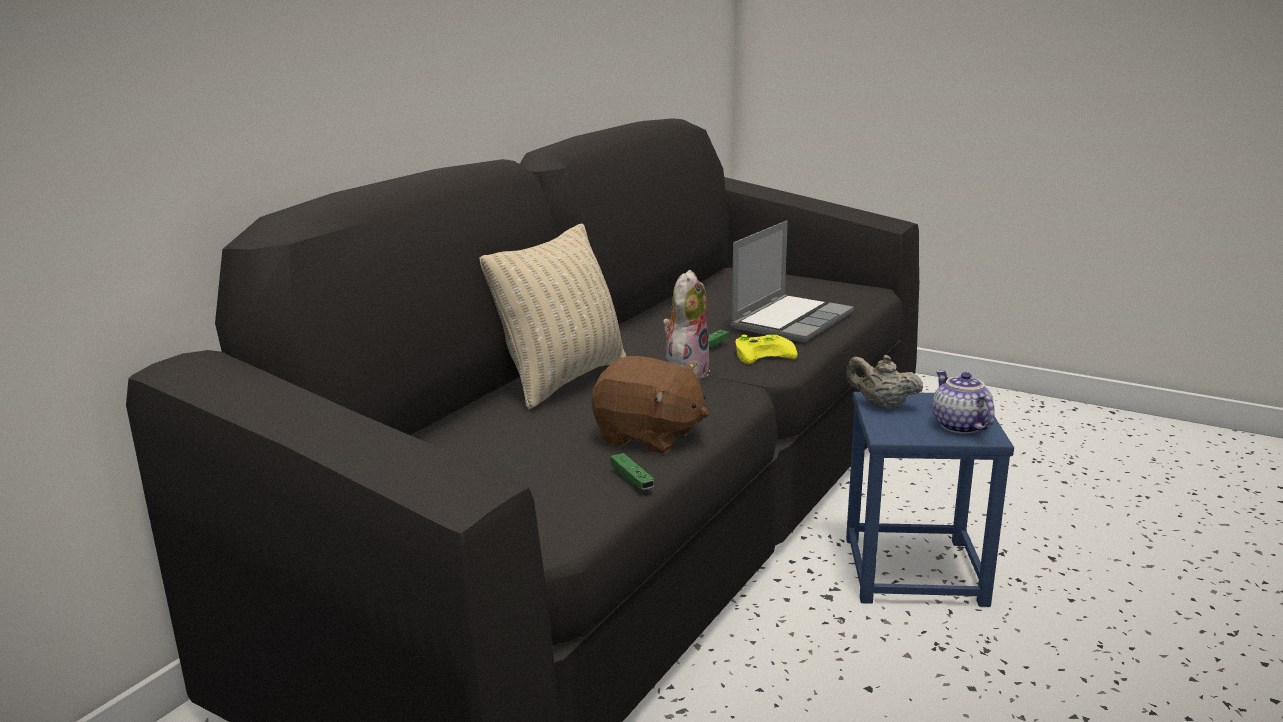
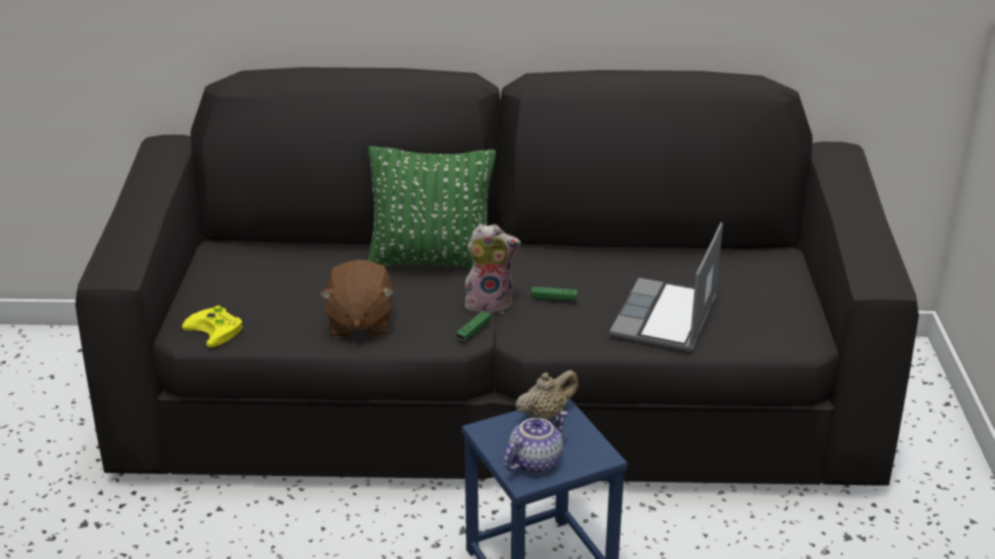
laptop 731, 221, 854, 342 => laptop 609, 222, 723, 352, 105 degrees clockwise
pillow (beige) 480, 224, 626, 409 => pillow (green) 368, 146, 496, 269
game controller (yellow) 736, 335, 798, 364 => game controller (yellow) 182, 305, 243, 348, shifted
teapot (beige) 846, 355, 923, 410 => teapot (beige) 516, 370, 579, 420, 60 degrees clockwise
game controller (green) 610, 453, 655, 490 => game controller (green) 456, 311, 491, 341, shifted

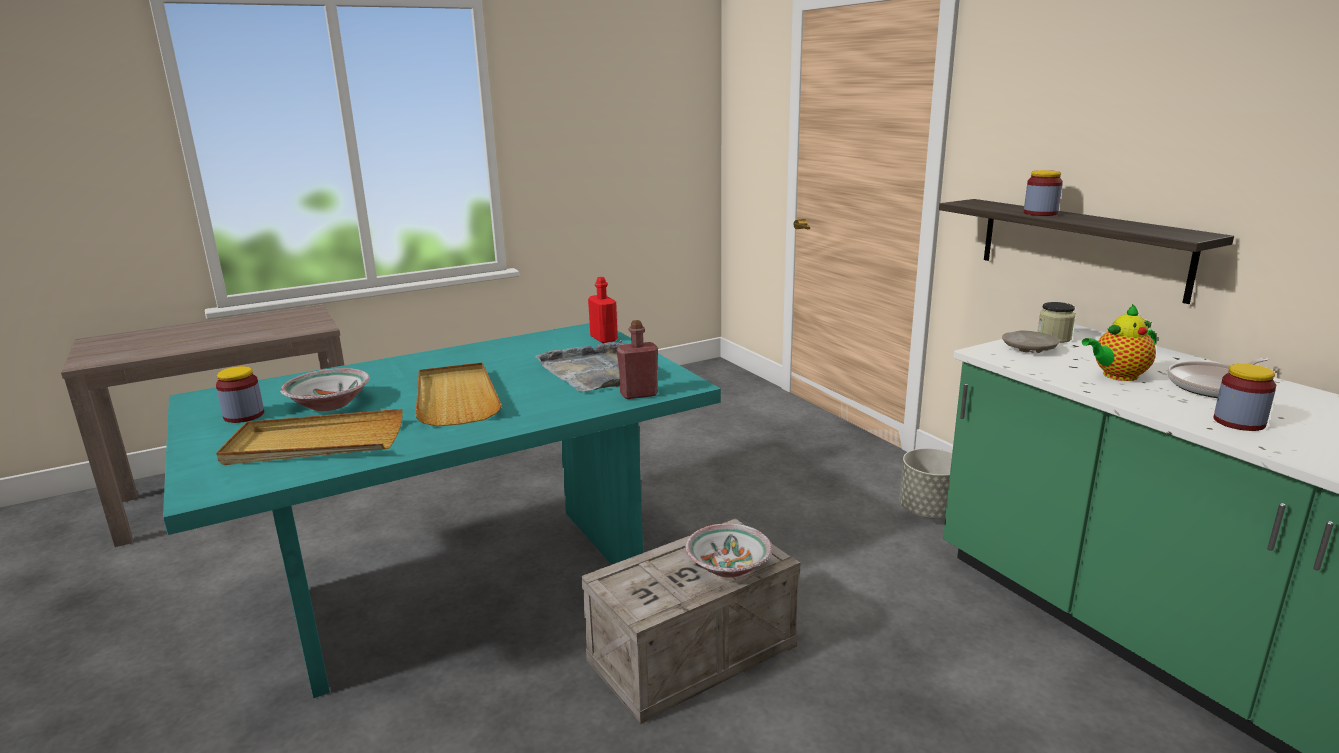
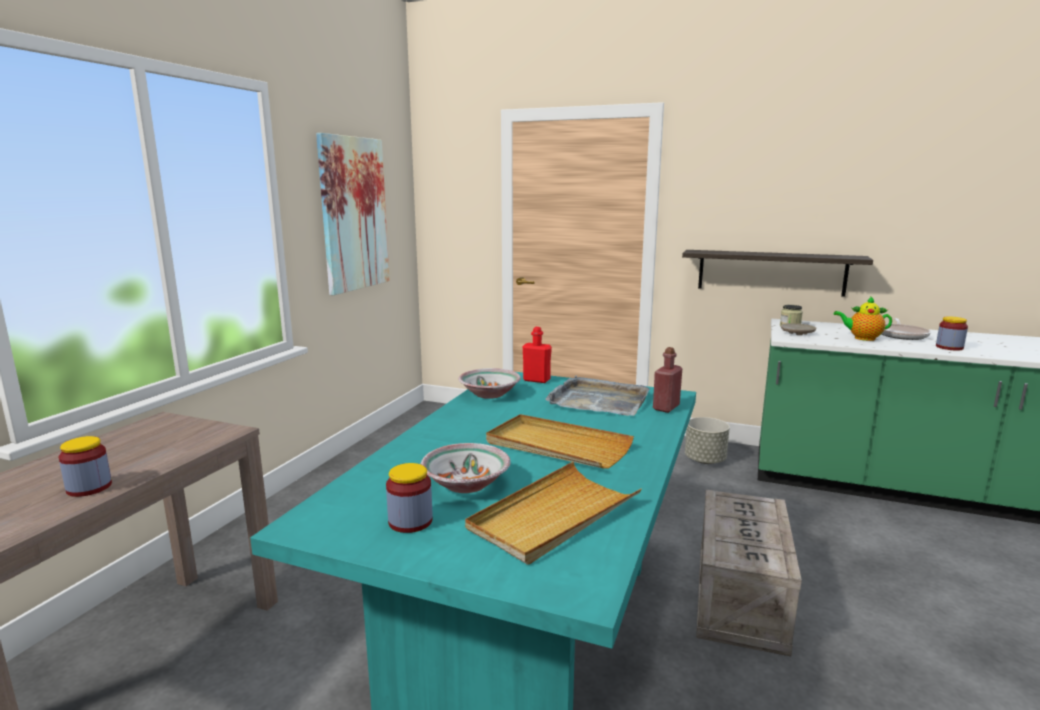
jar 1024, 170, 1063, 216 => jar 58, 436, 112, 497, shifted
teapot 1082, 304, 1156, 381 => teapot 833, 296, 892, 341, 75 degrees clockwise
bowl 685, 523, 772, 578 => bowl 458, 368, 521, 399, shifted
nothing => picture 316, 133, 390, 295

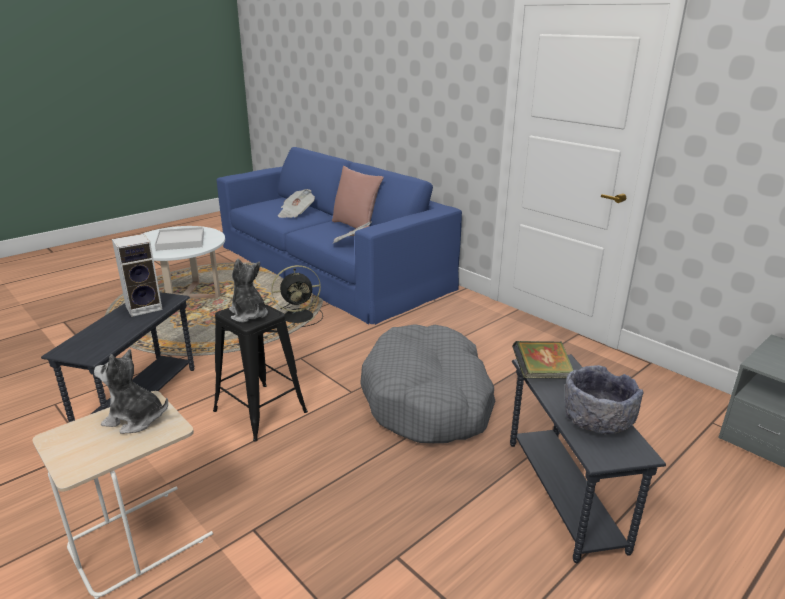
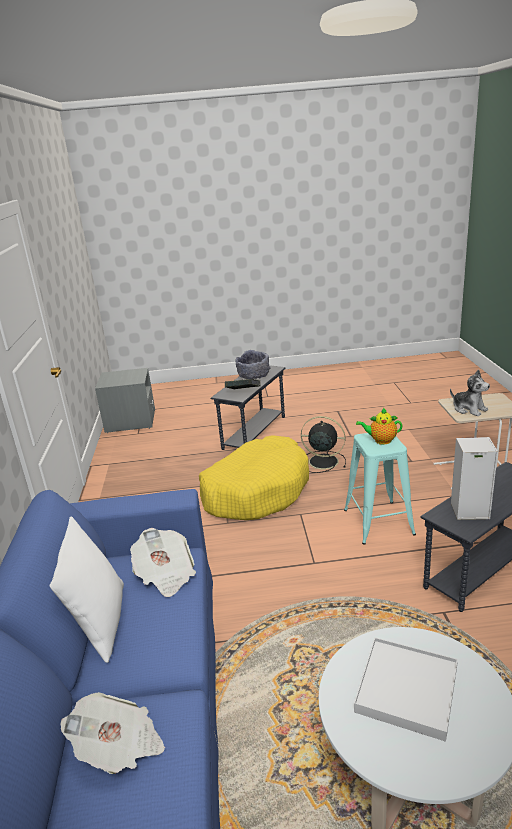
pillow (pink) 332, 166, 383, 228 => pillow (white) 50, 516, 124, 663
plush toy 229, 258, 268, 322 => teapot 356, 408, 403, 444
fan (black) 271, 265, 323, 327 => fan (black) 301, 416, 346, 473, shifted
stool (black) 213, 304, 308, 442 => stool (turquoise) 344, 433, 416, 545
dog bed (grey) 360, 325, 495, 443 => dog bed (yellow) 199, 435, 309, 520

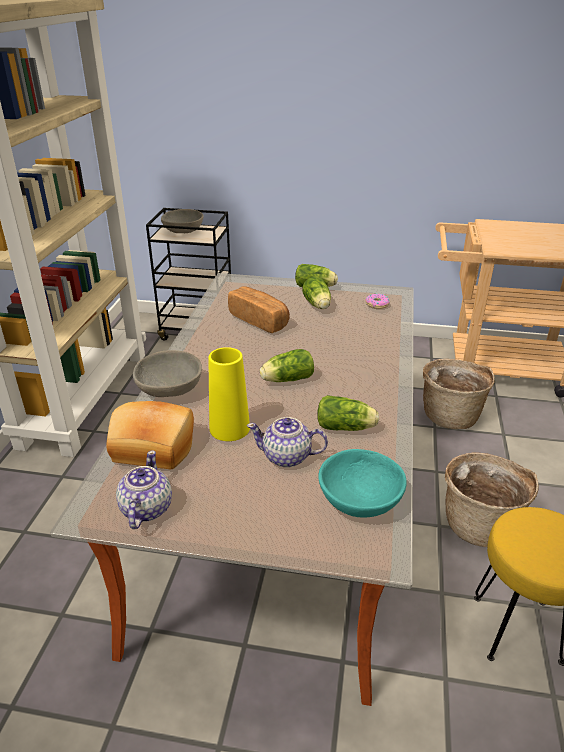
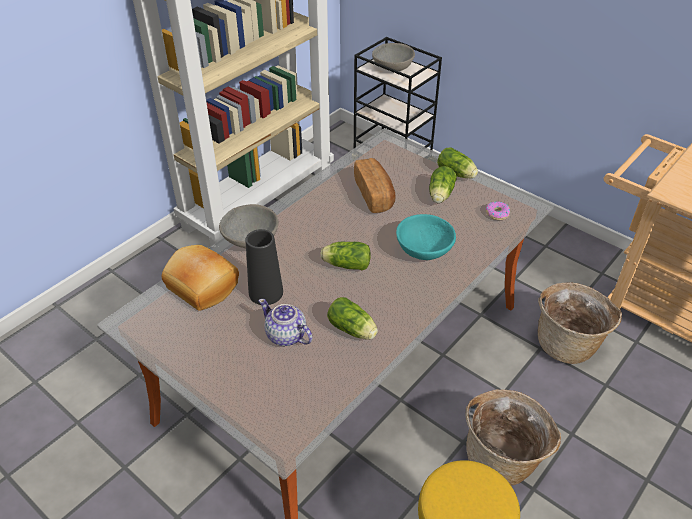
vase (yellow) 208, 347, 250, 441 => vase (black) 246, 229, 283, 305
bowl (turquoise) 318, 449, 407, 518 => bowl (turquoise) 396, 214, 456, 260, shifted
teapot 116, 451, 172, 529 => nothing

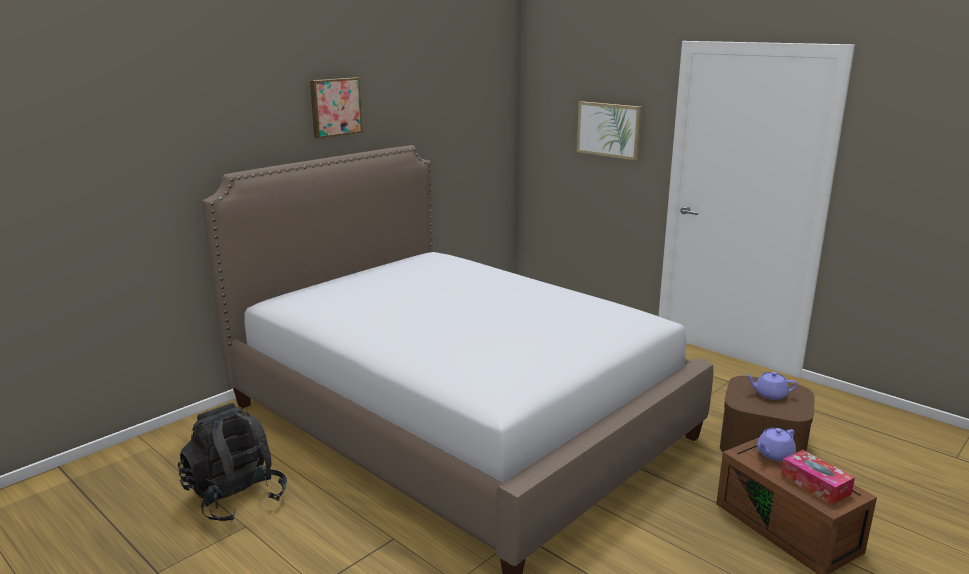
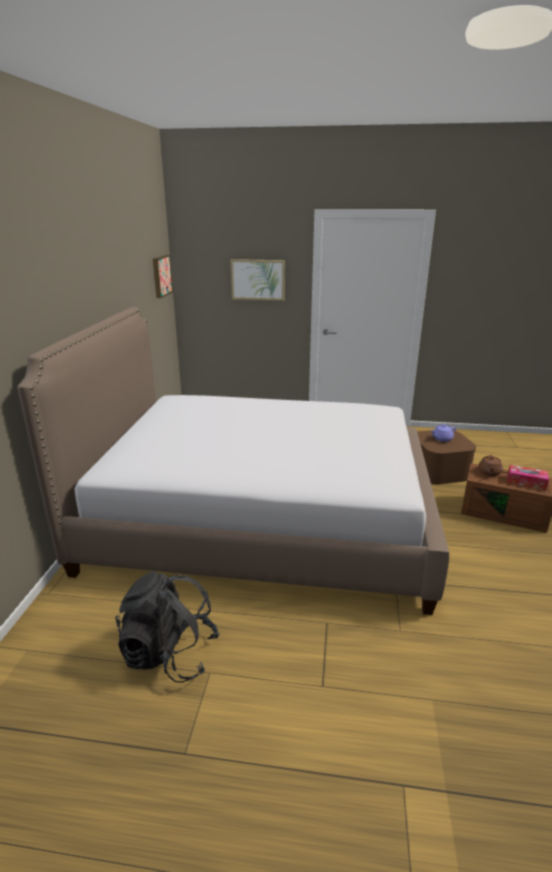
picture 310, 77, 363, 138 => picture 153, 255, 173, 298, shifted
teapot (purple) 757, 428, 796, 461 => teapot (brown) 478, 455, 503, 476

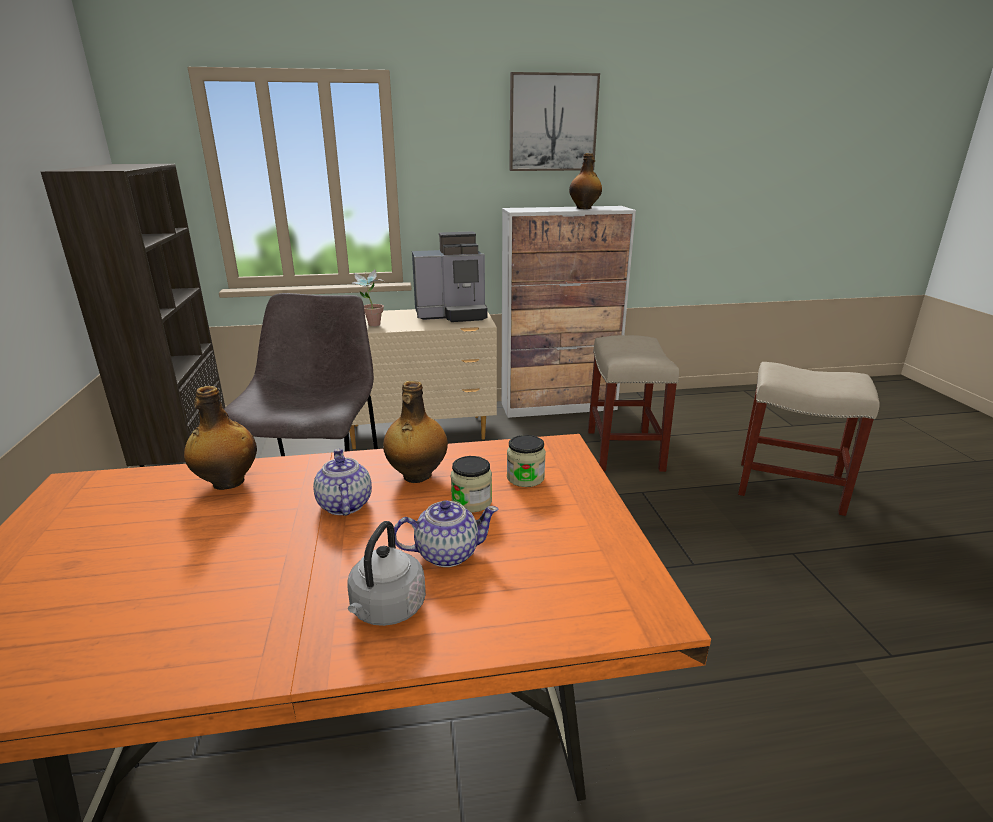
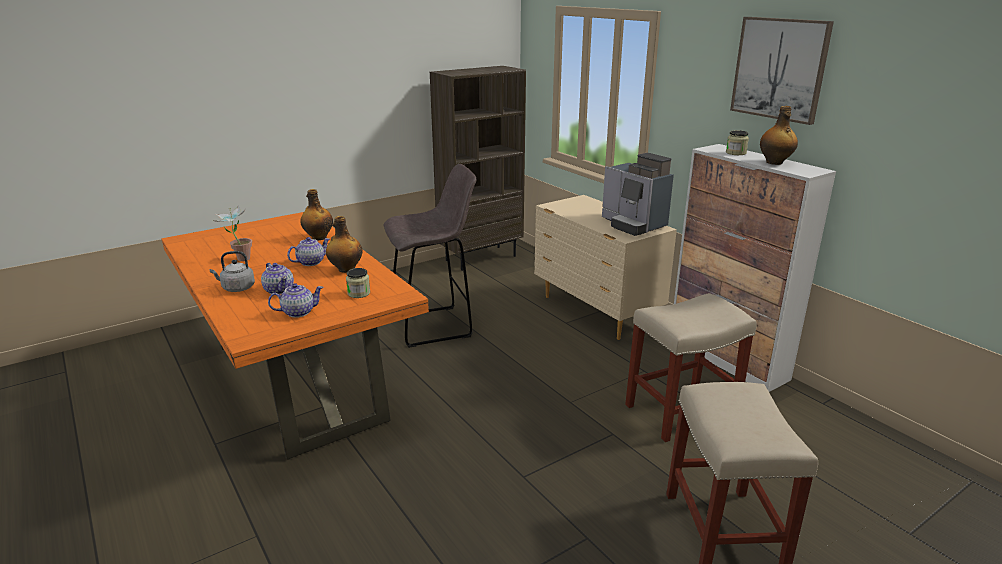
potted plant 351, 269, 385, 327 => potted plant 212, 206, 252, 261, shifted
jar 451, 456, 492, 513 => jar 726, 130, 749, 155, shifted
nothing => teapot 268, 283, 323, 318

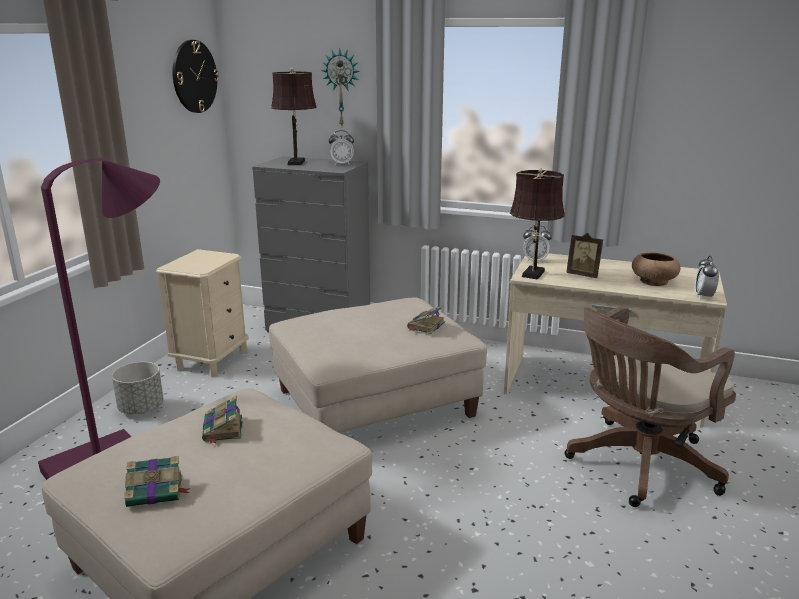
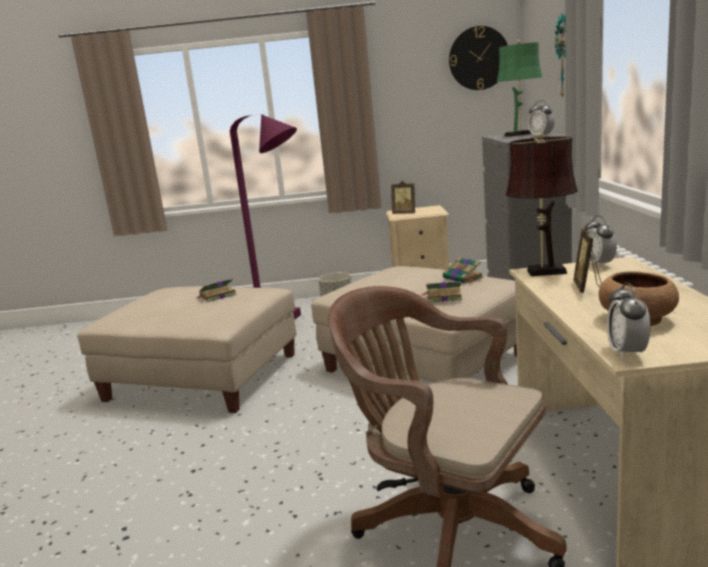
table lamp (brown) 271, 68, 317, 165 => table lamp (green) 497, 40, 542, 137
alarm clock 694, 256, 719, 300 => alarm clock 607, 282, 650, 360, 75 degrees counterclockwise
book 124, 456, 190, 507 => book 443, 257, 483, 284, shifted
nothing => picture frame 391, 181, 415, 214

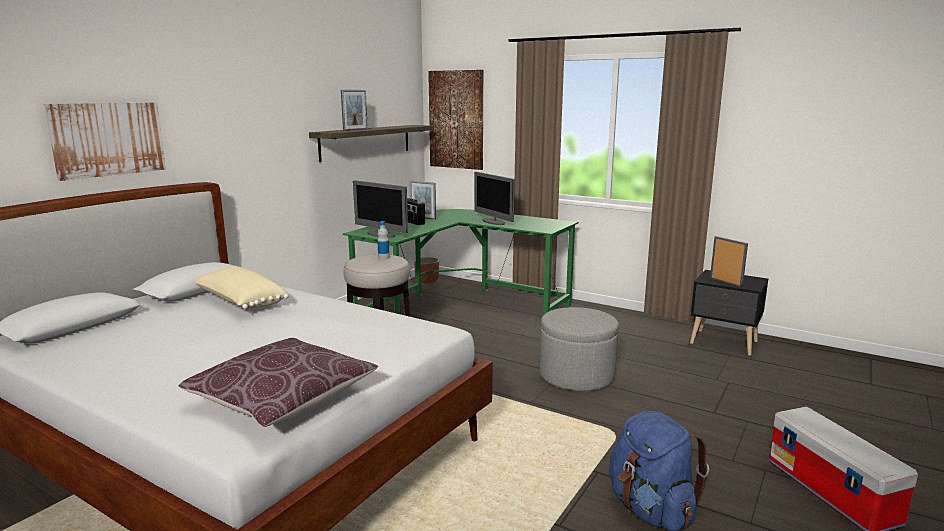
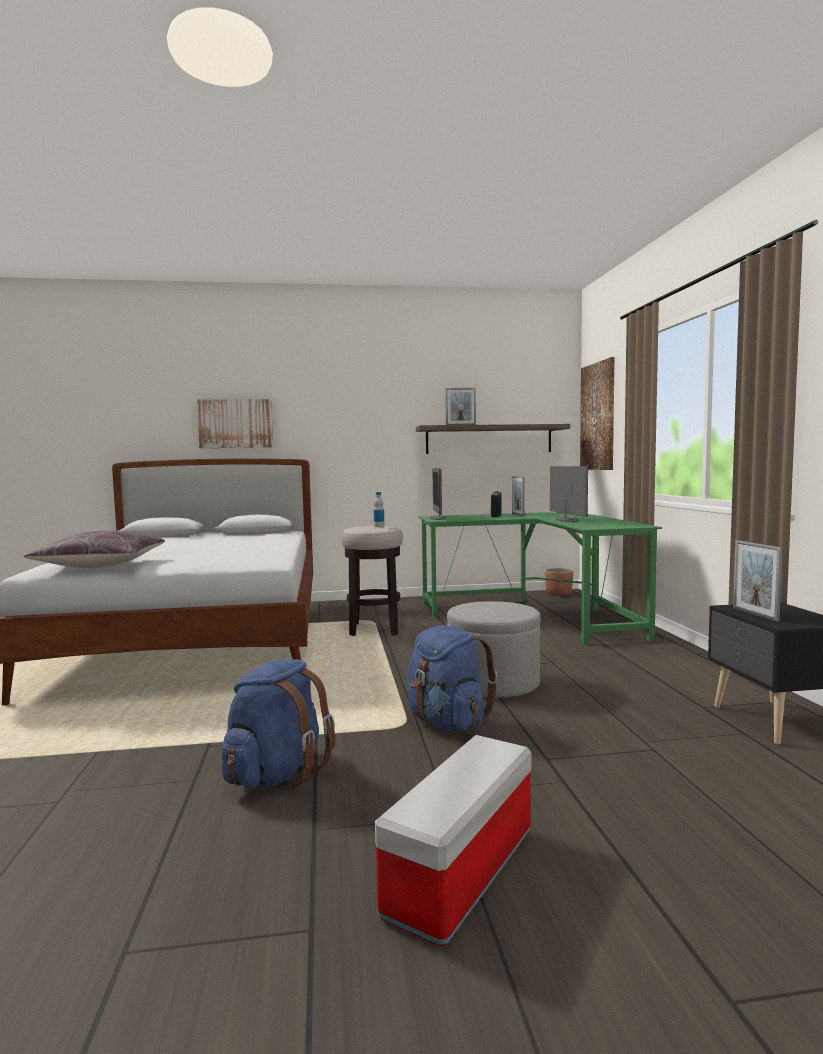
monitor 474, 172, 515, 225 => monitor 550, 466, 588, 522, 150 degrees clockwise
picture frame 710, 236, 748, 288 => picture frame 733, 540, 783, 622, 150 degrees clockwise
pillow (beige) 195, 266, 289, 309 => nothing
nothing => backpack (blue) 408, 625, 498, 731

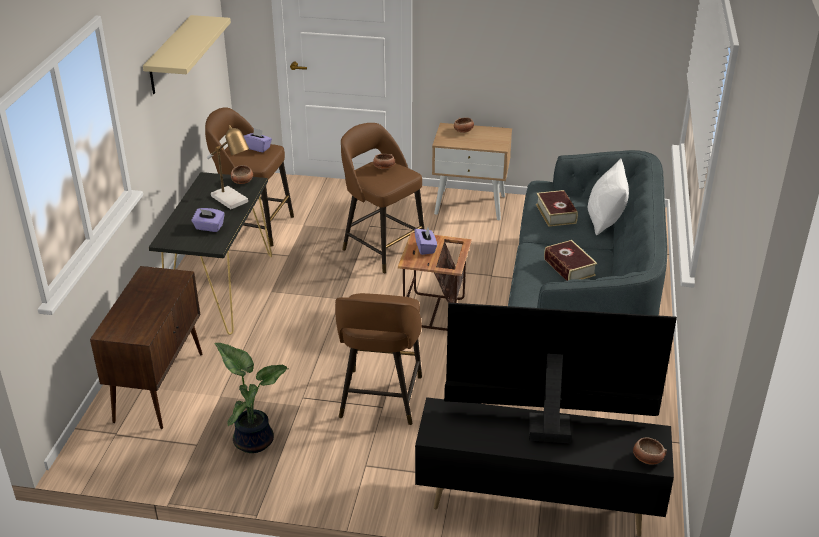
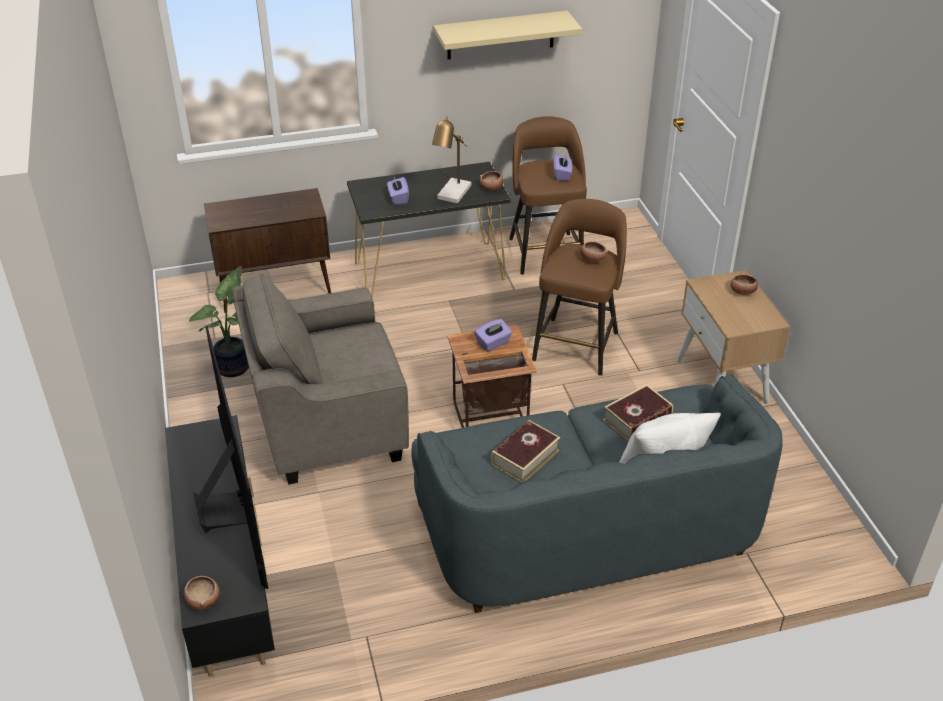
stool (brown) 335, 293, 422, 425 => armchair (grey) 231, 273, 409, 485

